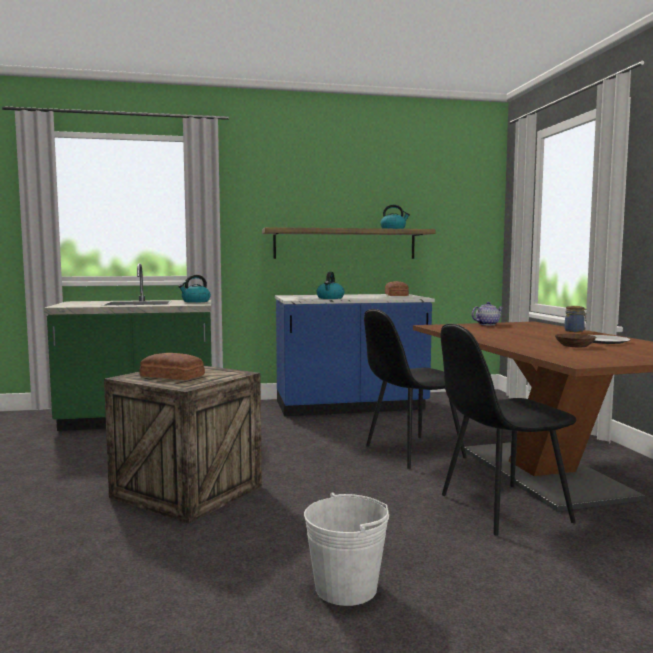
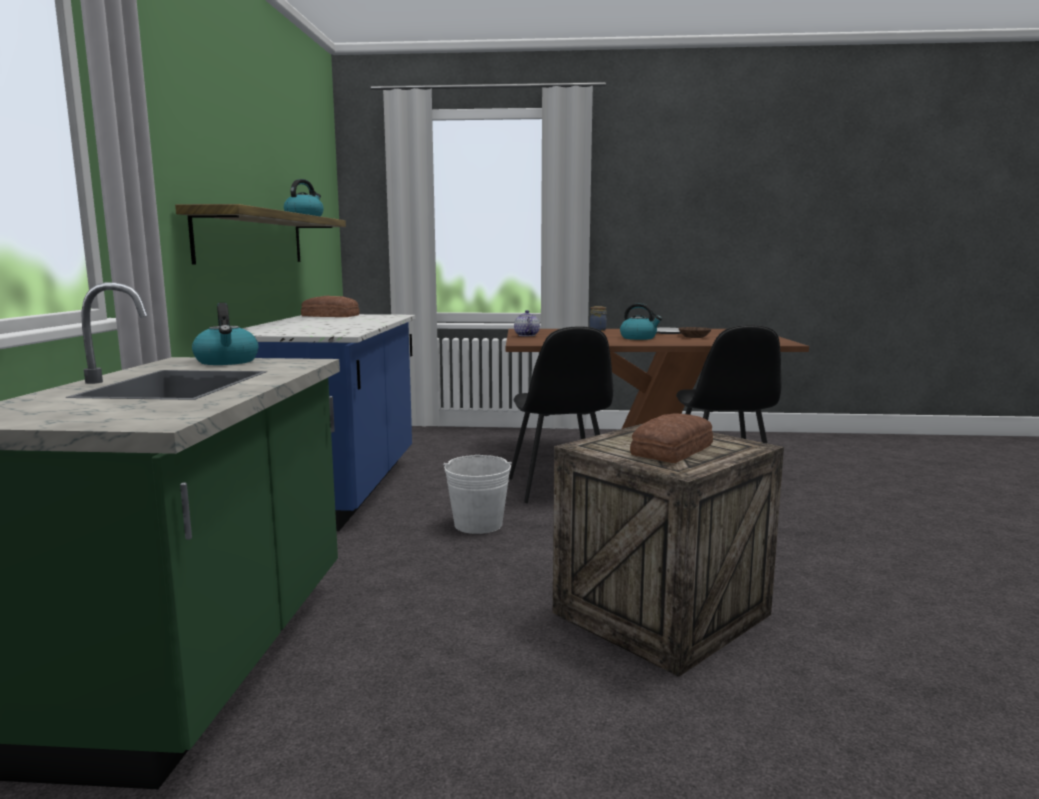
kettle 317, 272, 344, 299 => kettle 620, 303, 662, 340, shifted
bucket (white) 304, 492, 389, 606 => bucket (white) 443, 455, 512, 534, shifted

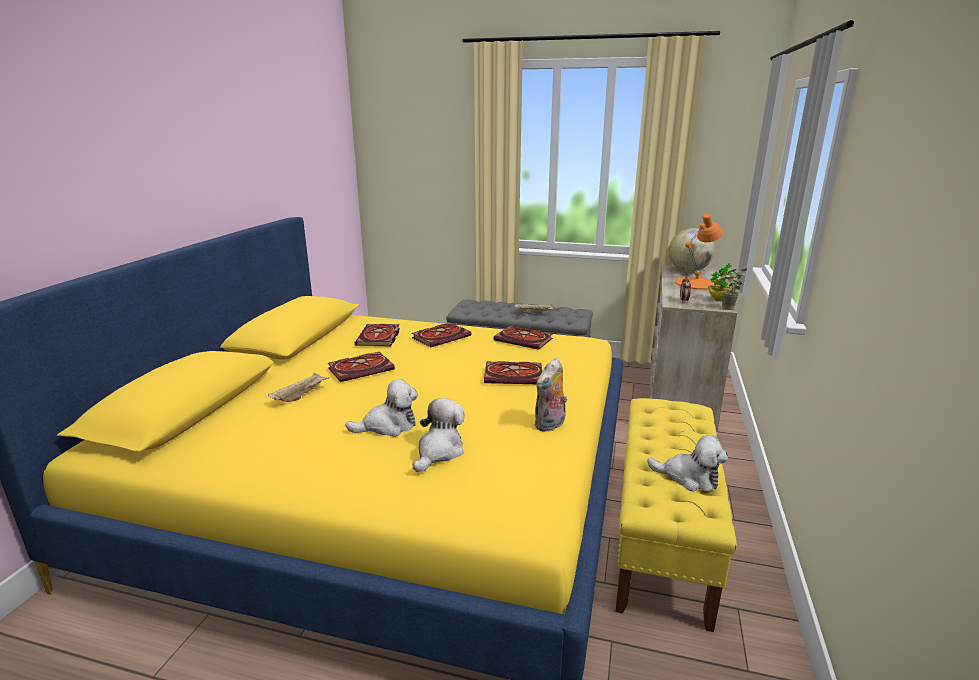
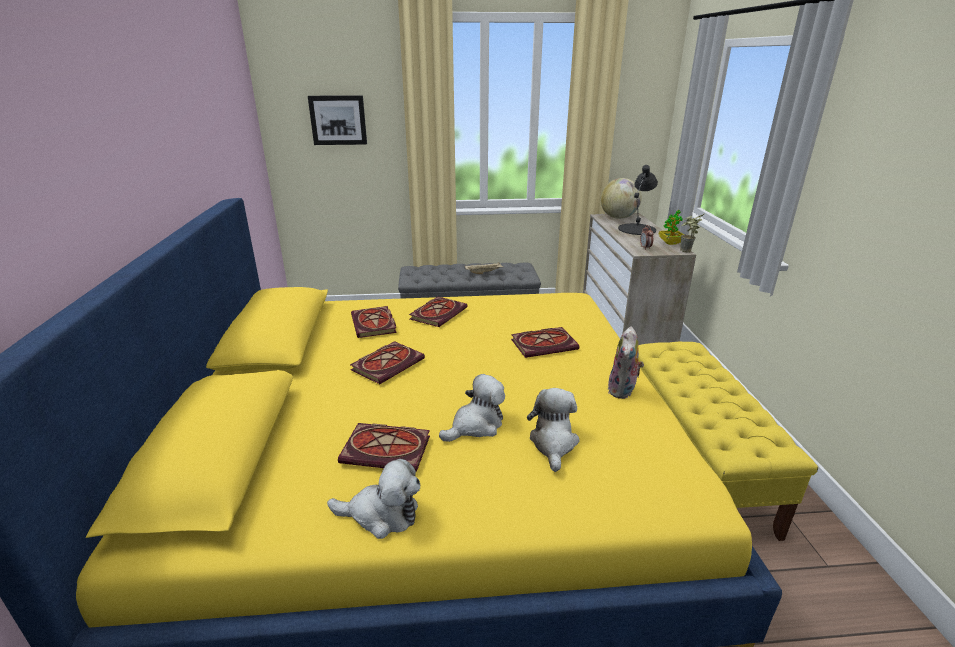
table lamp (orange) 675, 214, 723, 289 => table lamp (black) 618, 165, 658, 235
book 493, 326, 553, 350 => book 338, 423, 430, 472, shifted
tray (beige) 268, 373, 329, 402 => nothing
plush toy 647, 435, 728, 492 => plush toy 327, 459, 420, 539, shifted
nothing => picture 308, 95, 367, 145

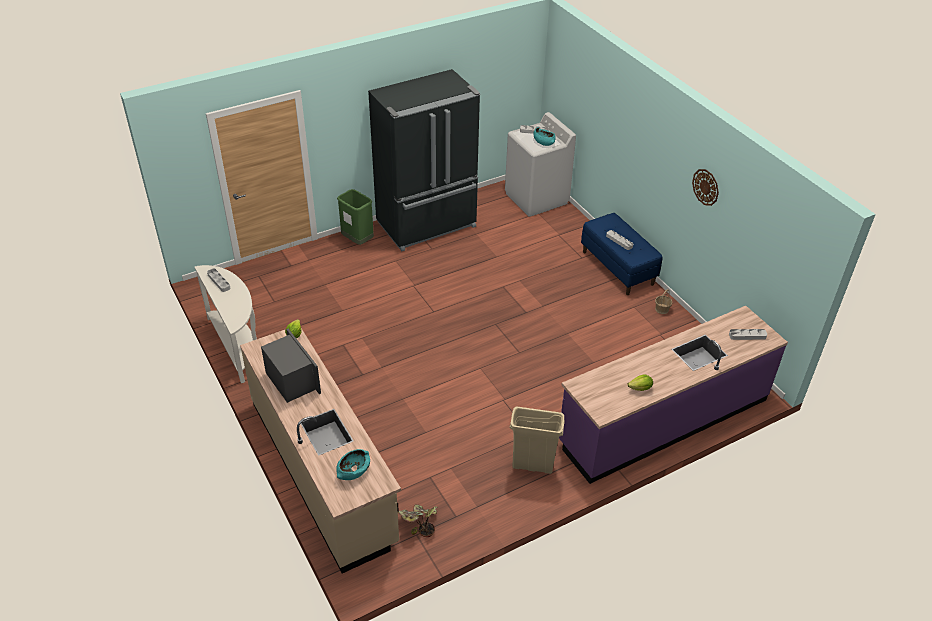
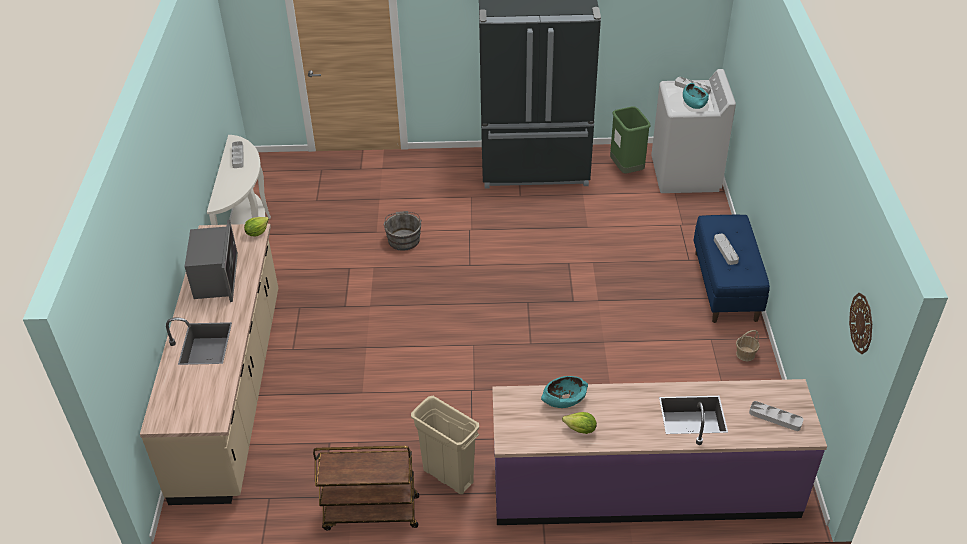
wall clock 692, 169, 719, 206 => wall clock 849, 293, 872, 354, shifted
trash can (green) 337, 189, 374, 245 => trash can (green) 610, 107, 650, 173, shifted
bowl (turquoise) 336, 449, 370, 480 => bowl (turquoise) 541, 376, 588, 408, shifted
potted plant 398, 504, 438, 537 => nothing
nothing => bucket (grey) 384, 211, 422, 251
nothing => cart (brown) 313, 446, 419, 530

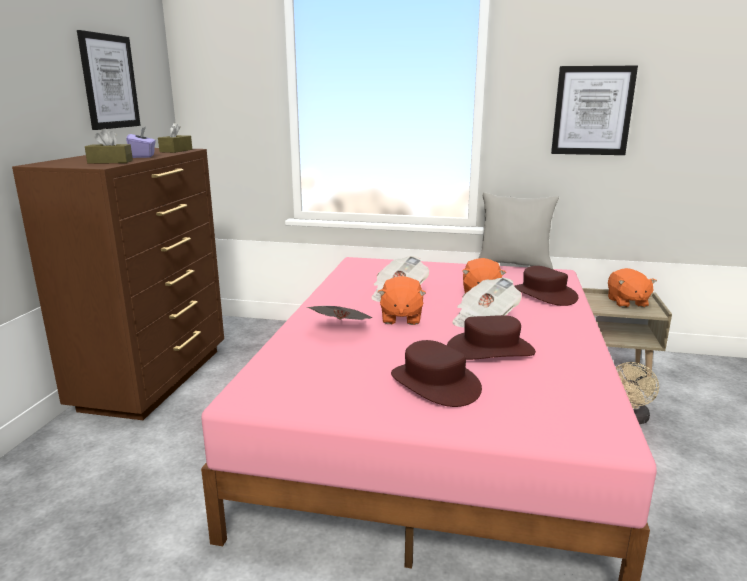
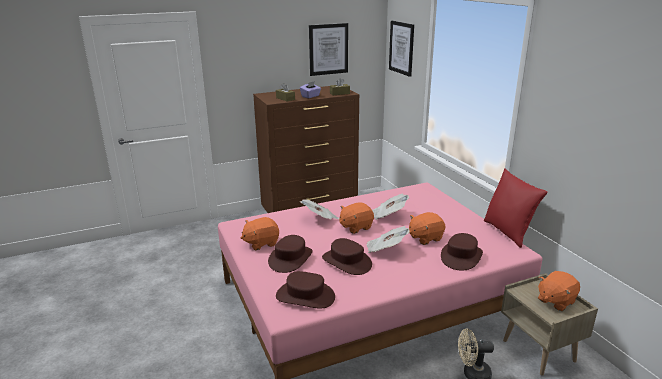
picture 551, 66, 638, 155 => picture 389, 21, 414, 77, shifted
pillow (grey) 479, 192, 559, 269 => pillow (red) 484, 169, 548, 248
nothing => plush toy (orange) 241, 217, 279, 250
nothing => hat (brown) 276, 271, 335, 308

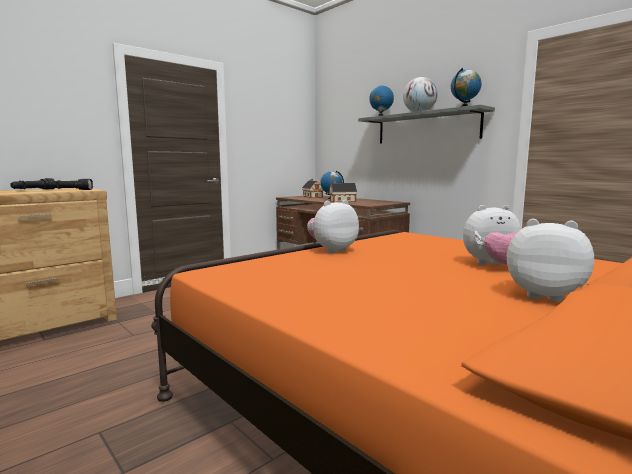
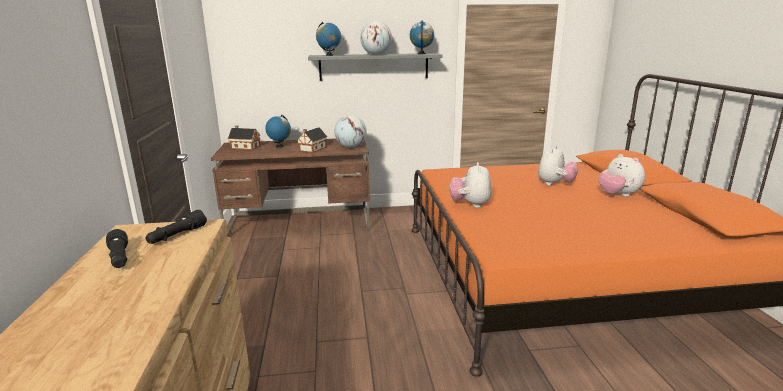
plush toy 507, 219, 594, 302 => plush toy 598, 154, 645, 197, 90 degrees counterclockwise
nothing => globe 335, 115, 367, 148

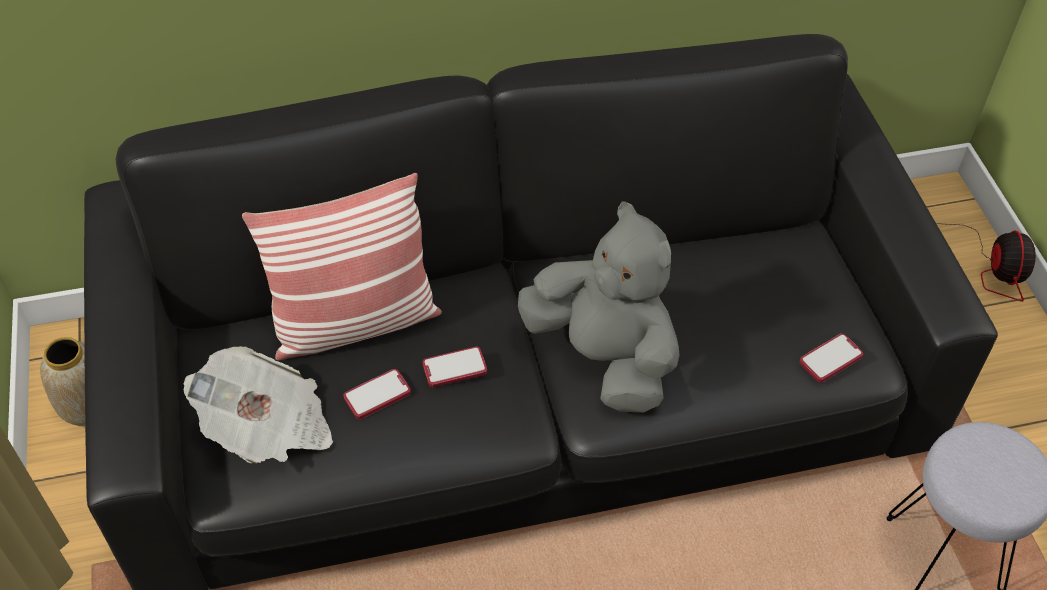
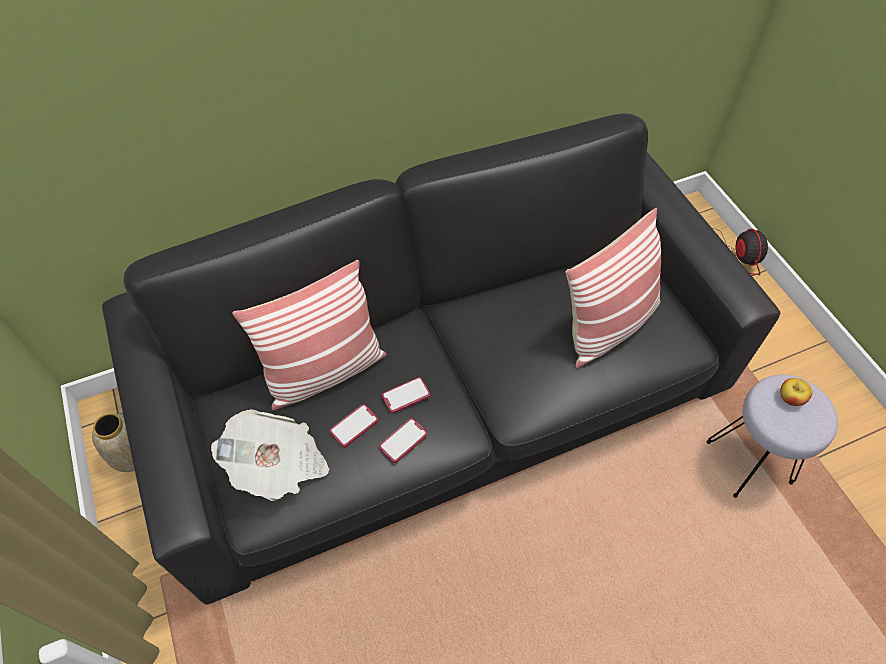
plush toy (grey) 518, 201, 680, 413 => nothing
phone 799, 334, 863, 383 => phone 379, 418, 427, 463, shifted
nothing => pillow 566, 208, 661, 368
nothing => apple 780, 378, 812, 406

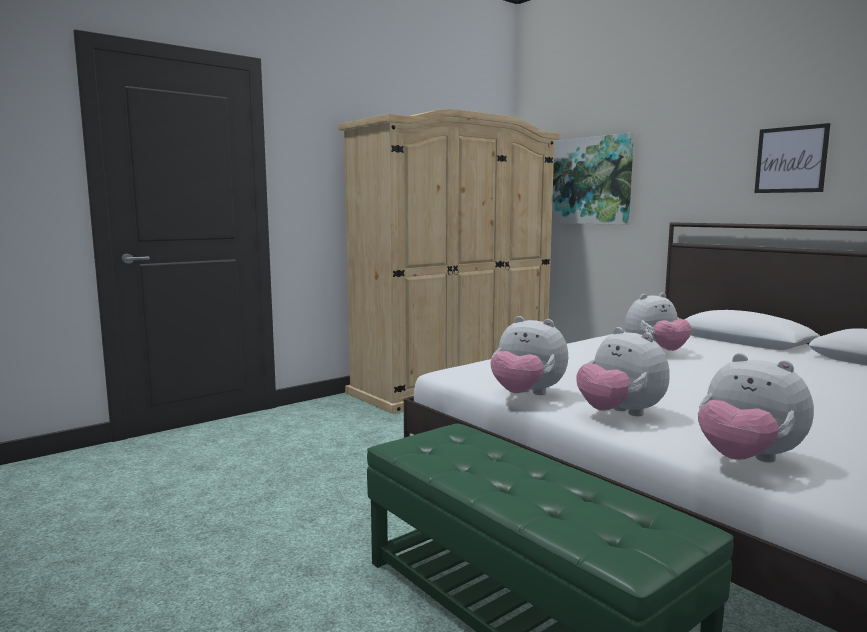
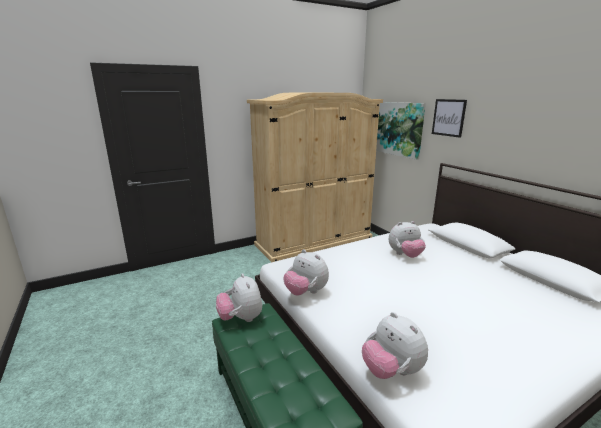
picture 754, 123, 830, 193 => picture 432, 99, 467, 138, shifted
plush toy 577, 327, 670, 416 => plush toy 216, 273, 262, 322, shifted

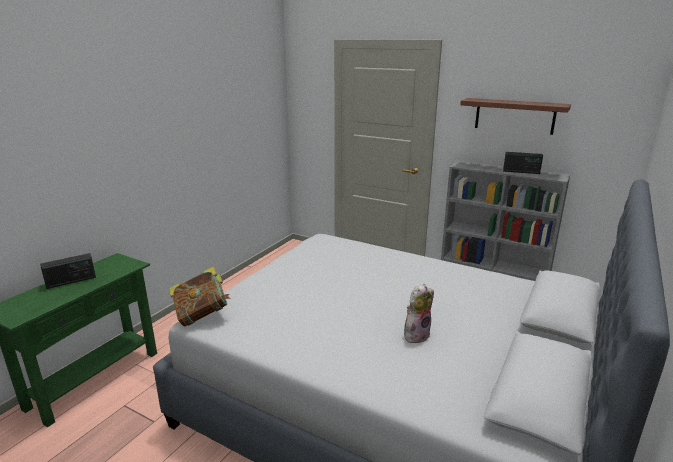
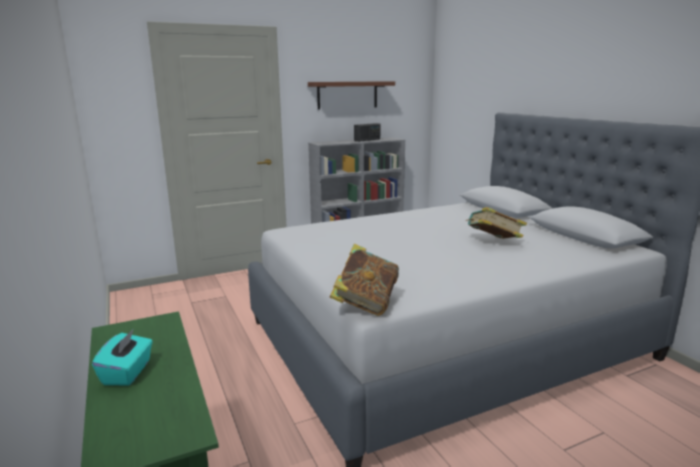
radio 40, 253, 96, 289 => tissue box (turquoise) 92, 330, 153, 385
plush toy 404, 284, 434, 343 => book 466, 207, 527, 239

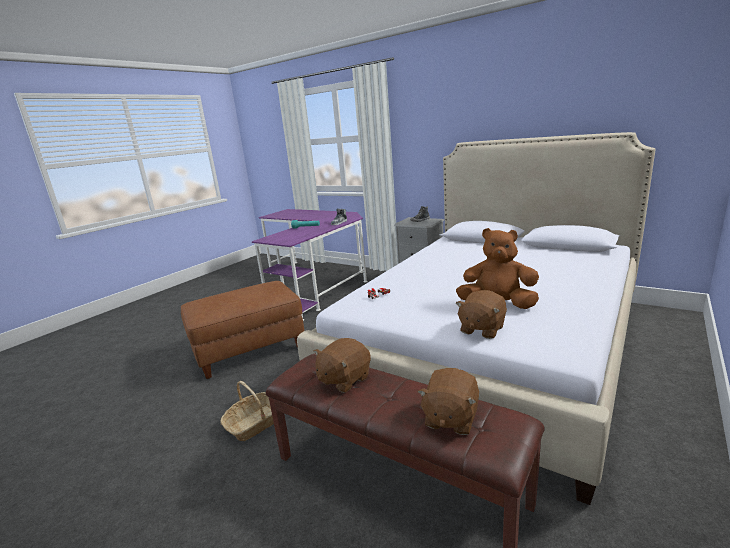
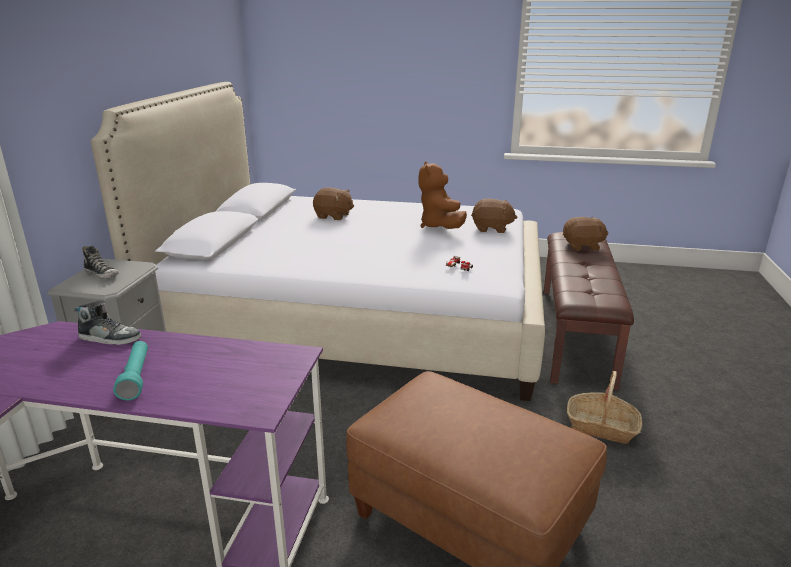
plush toy (brown) 314, 338, 371, 393 => plush toy (brown) 313, 188, 354, 220, shifted

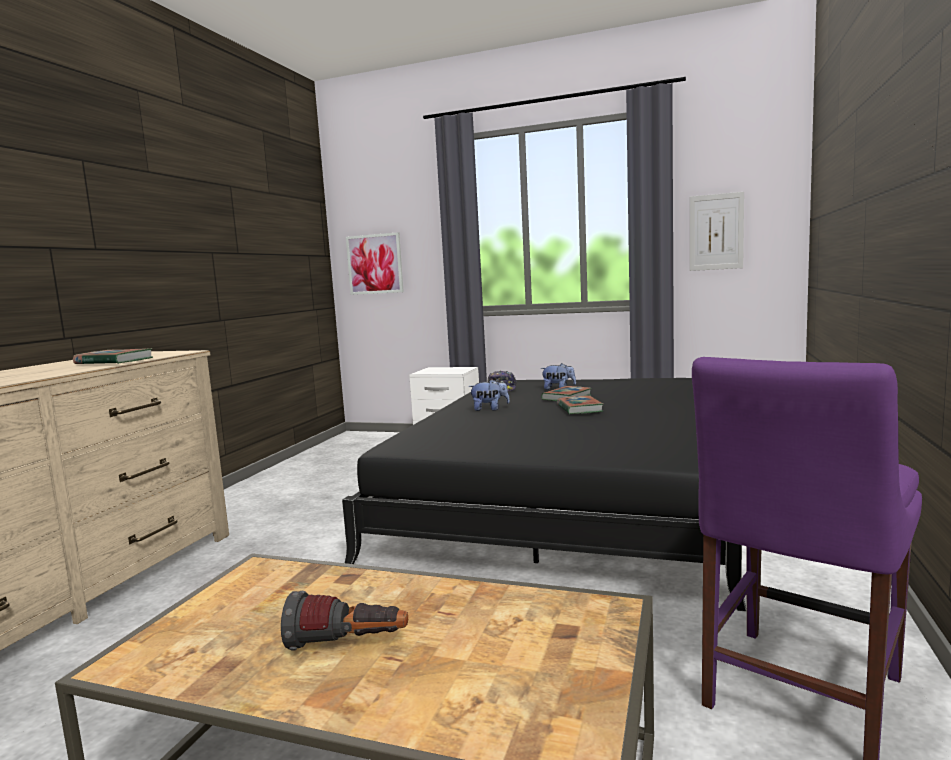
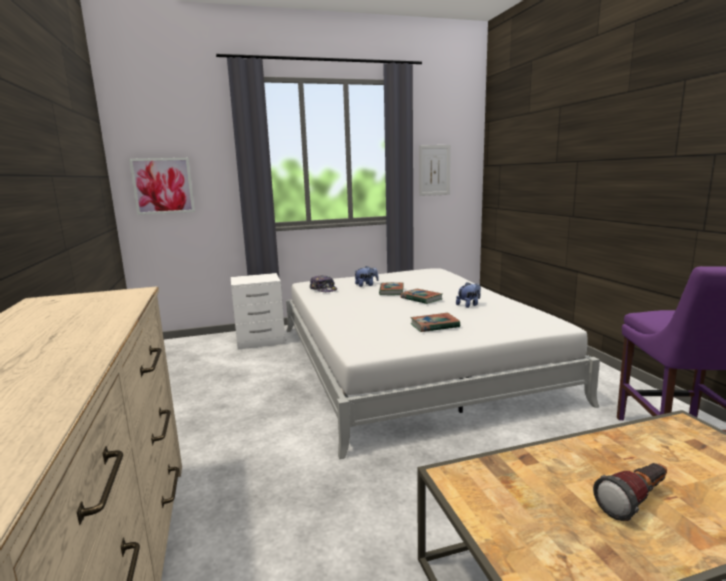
book 73, 348, 153, 364 => book 410, 313, 460, 332, shifted
bed (black) 342, 378, 747, 611 => bed (white) 286, 268, 600, 459
plush toy 468, 379, 510, 411 => plush toy 456, 282, 481, 308, shifted

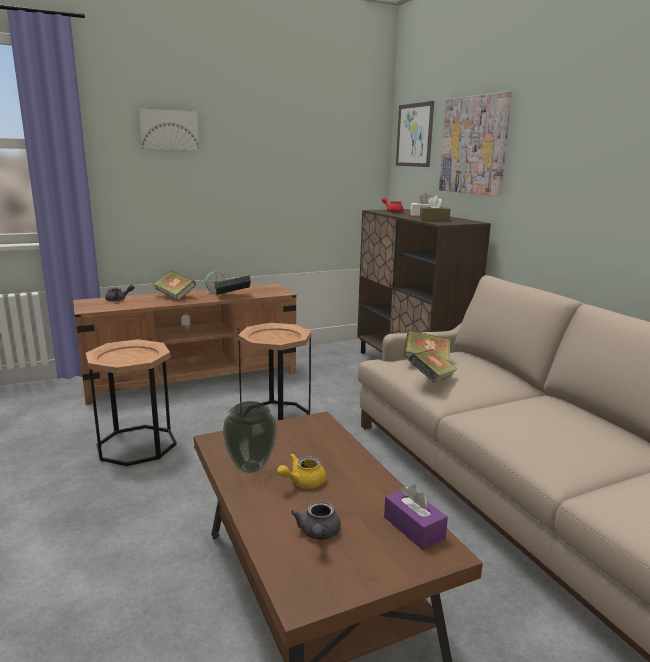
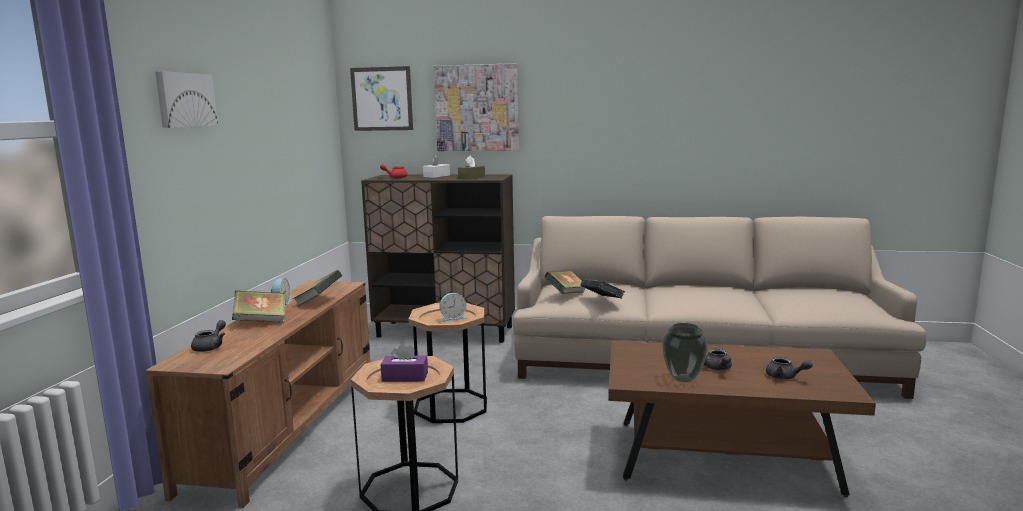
teapot (yellow) 277, 453, 326, 488 => teapot (grey) 704, 349, 732, 370
tissue box (purple) 384, 484, 448, 550 => tissue box (purple) 381, 343, 428, 382, shifted
nothing => alarm clock 439, 293, 466, 322

